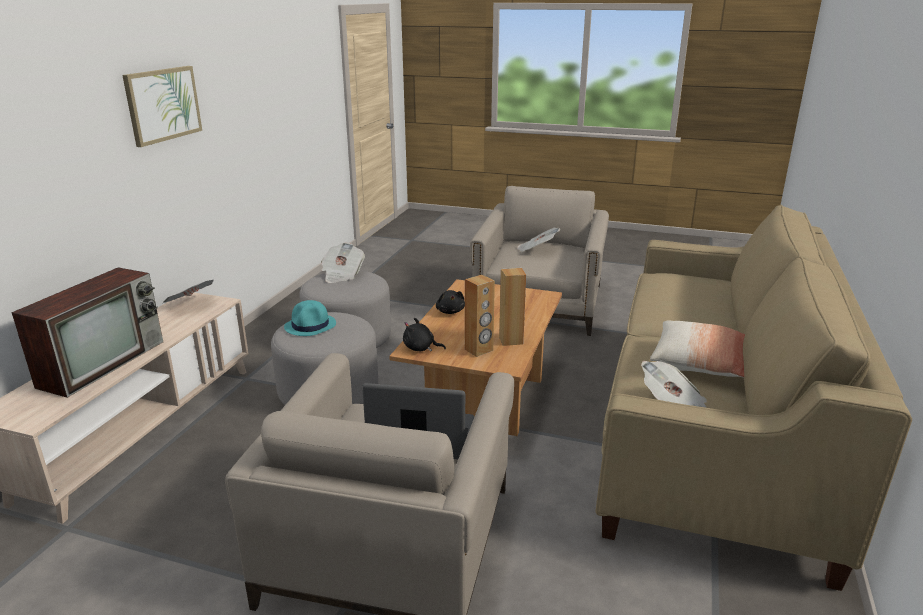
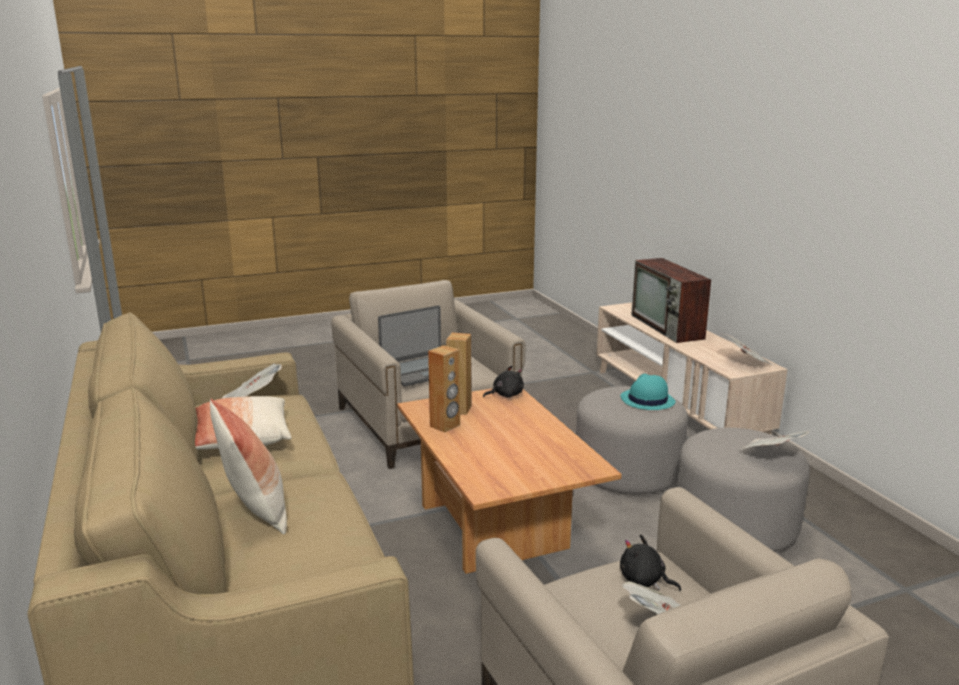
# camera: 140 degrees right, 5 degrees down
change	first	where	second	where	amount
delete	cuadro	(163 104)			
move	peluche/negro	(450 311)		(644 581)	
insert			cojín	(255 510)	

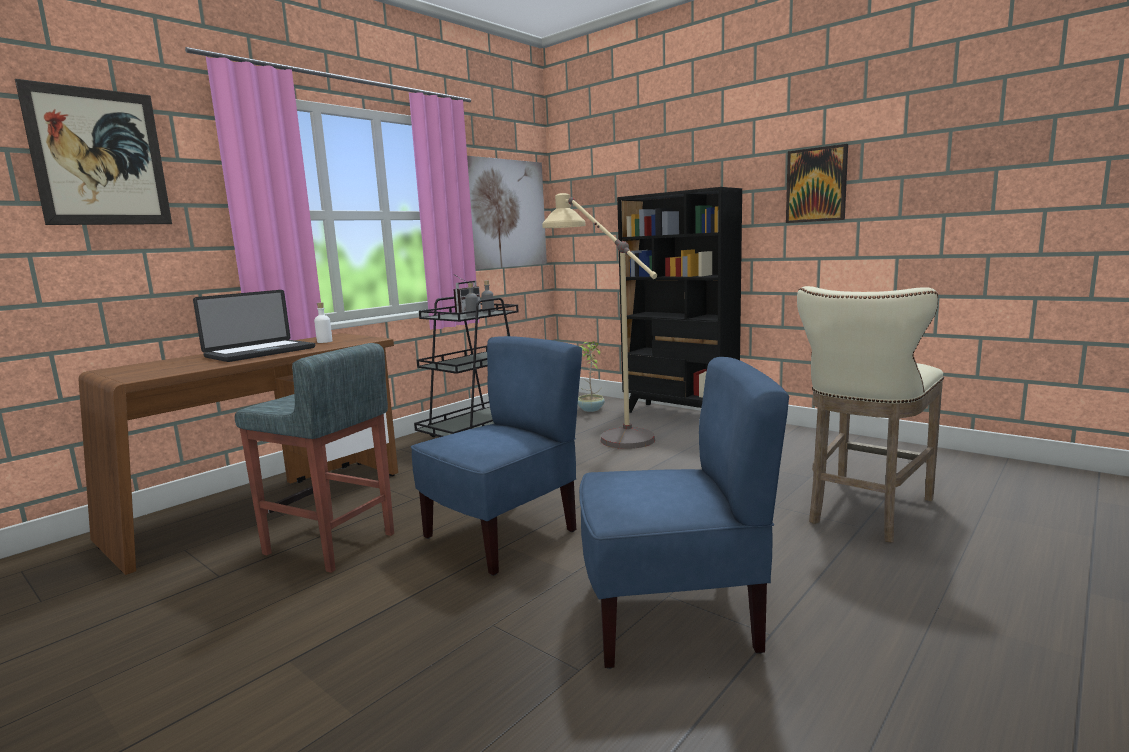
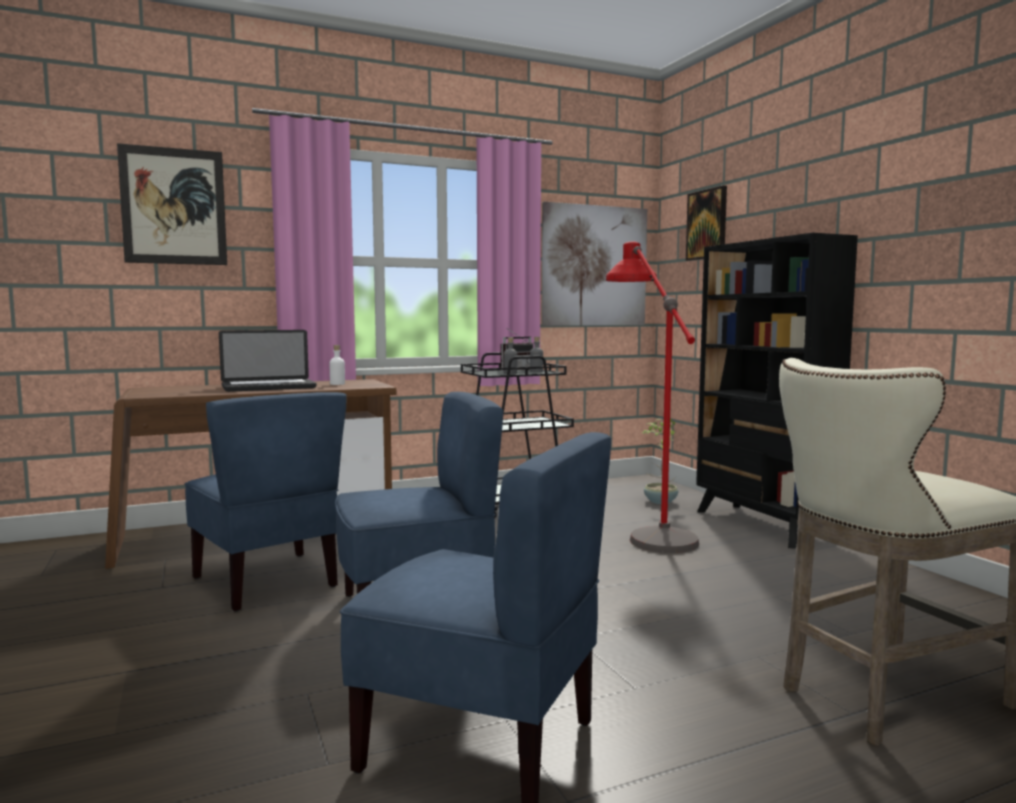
# camera: 25 degrees right, 5 degrees down
change	first	where	second	where	amount
replace	taburete/gris	(331 544)	silla/azul	(267 582)	
recolor	lámpara de pie/beis	(604 431)	lámpara de pie/rojo	(647 527)	
move	cuadro	(816 185)		(707 224)	

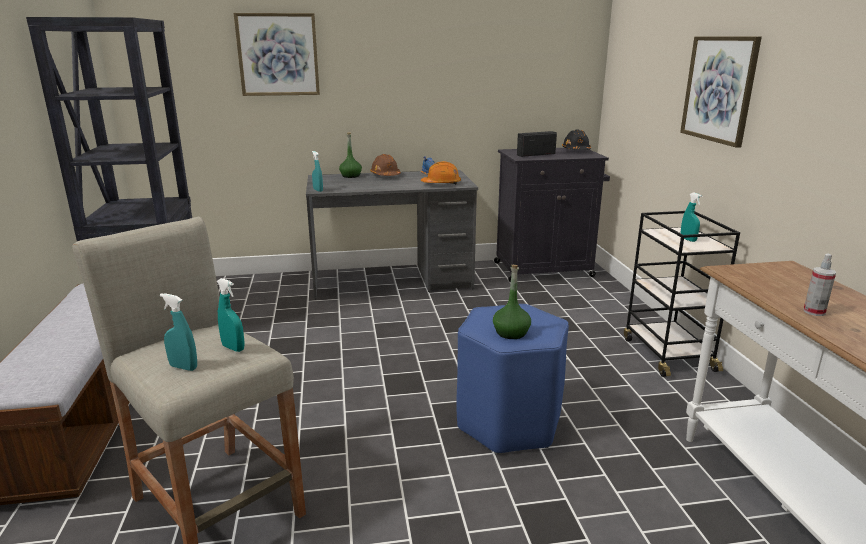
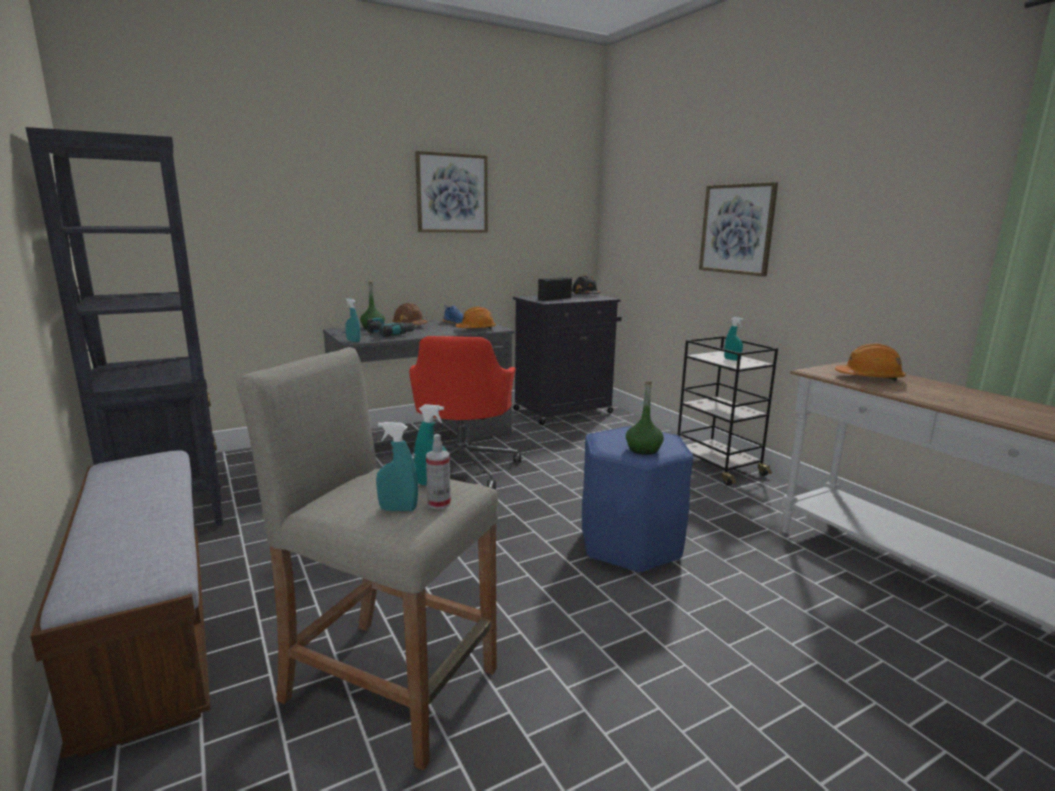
# camera: 20 degrees left, 5 degrees down
change	first	where	second	where	amount
move	cuadro	(278 55)		(452 193)	
move	pulverizador	(814 312)		(439 504)	
insert			taladro	(390 334)	
insert			silla de oficina/rojo	(463 469)	
insert			casco/naranja	(869 378)	

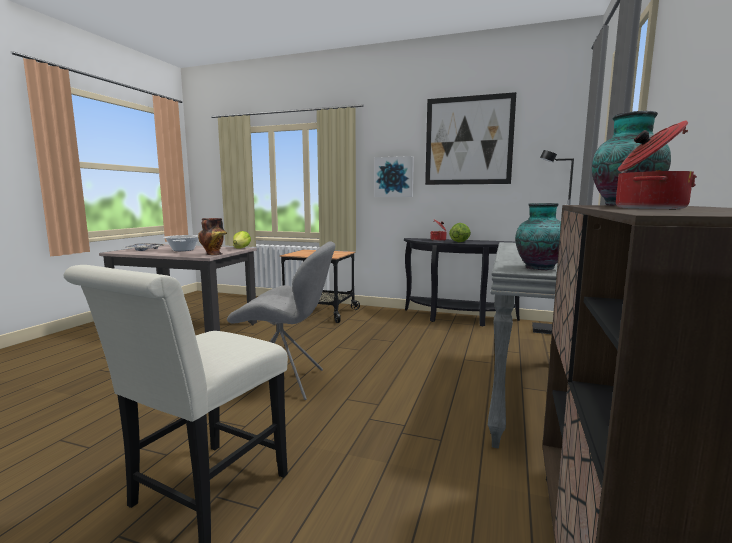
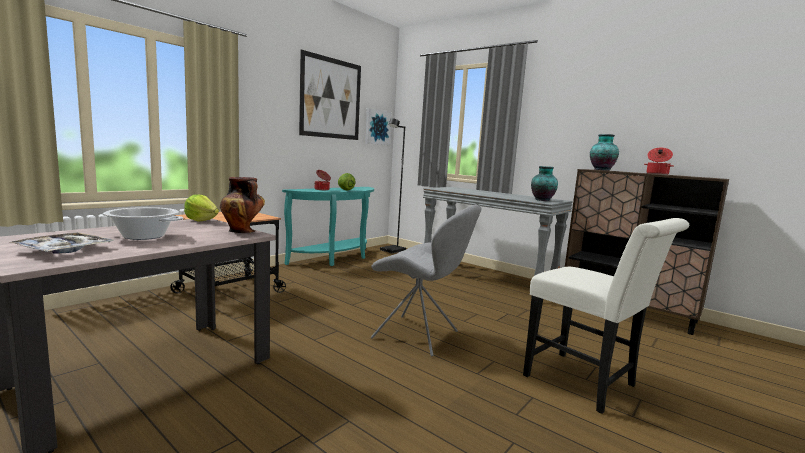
# camera: 70 degrees left, 0 degrees up
change	first	where	second	where	amount
rotate	silla/gris	(285 382)		(418 336)	90 degrees clockwise
move	cuadro	(394 177)		(377 127)	
recolor	mesa consola/negro	(458 318)	mesa consola/turquesa	(337 258)	

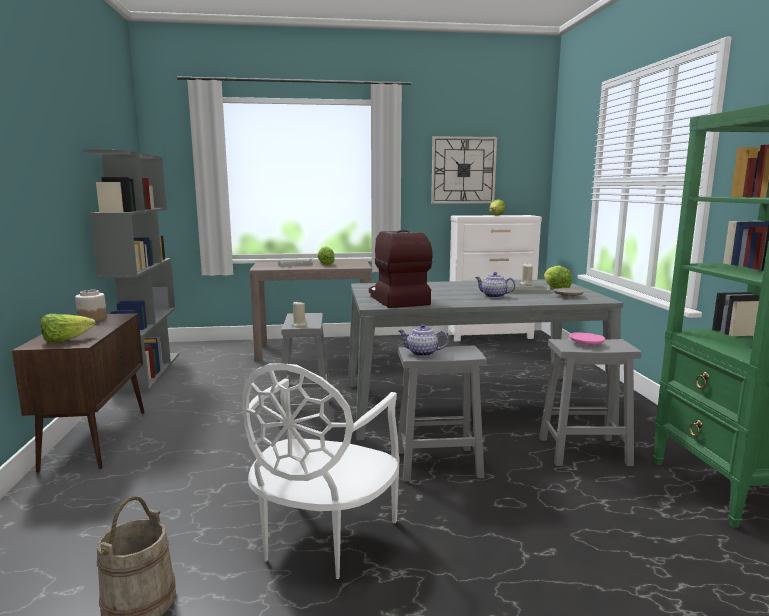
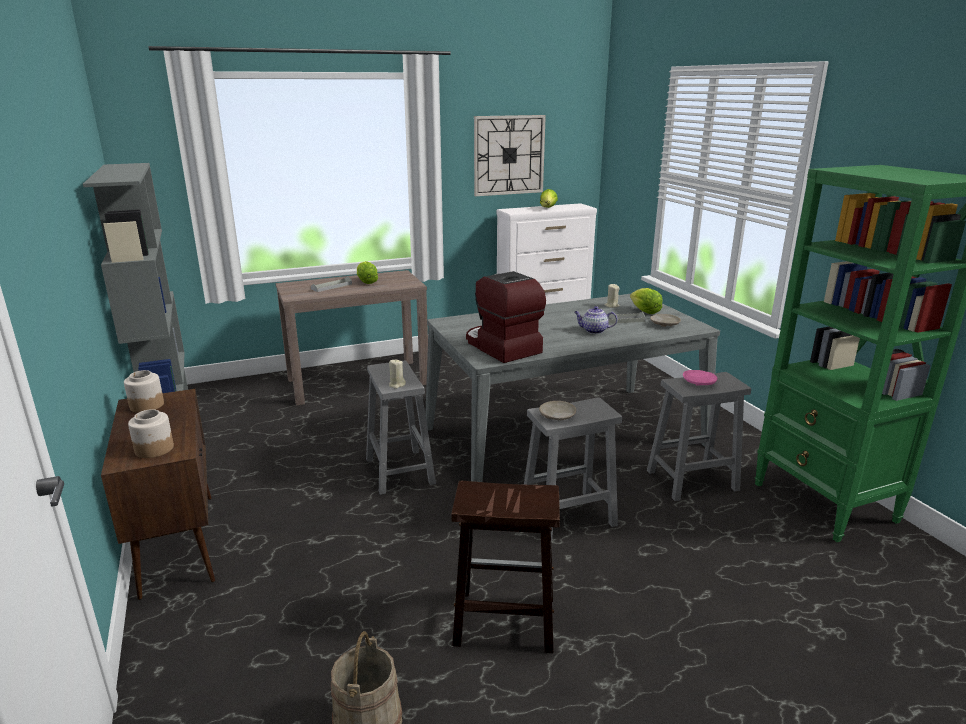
# camera: 15 degrees left, 10 degrees up
change	first	where	second	where	amount
replace	lechuga	(66 340)	tarro	(154 449)	
replace	silla/blanco	(322 538)	taburete/marrón	(502 620)	
replace	tetera	(421 353)	plato/beis	(557 416)	

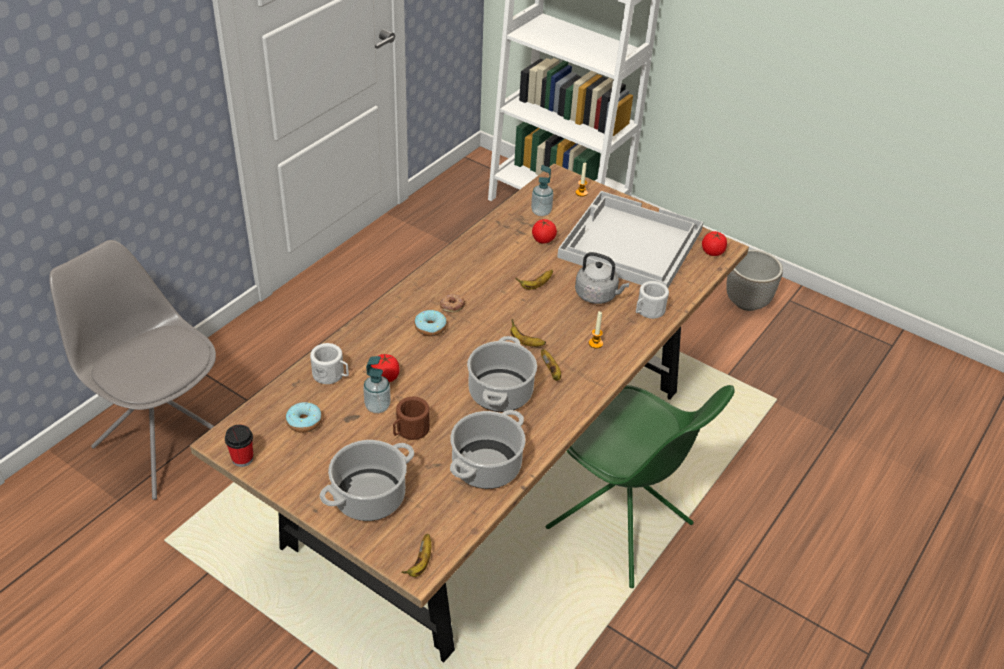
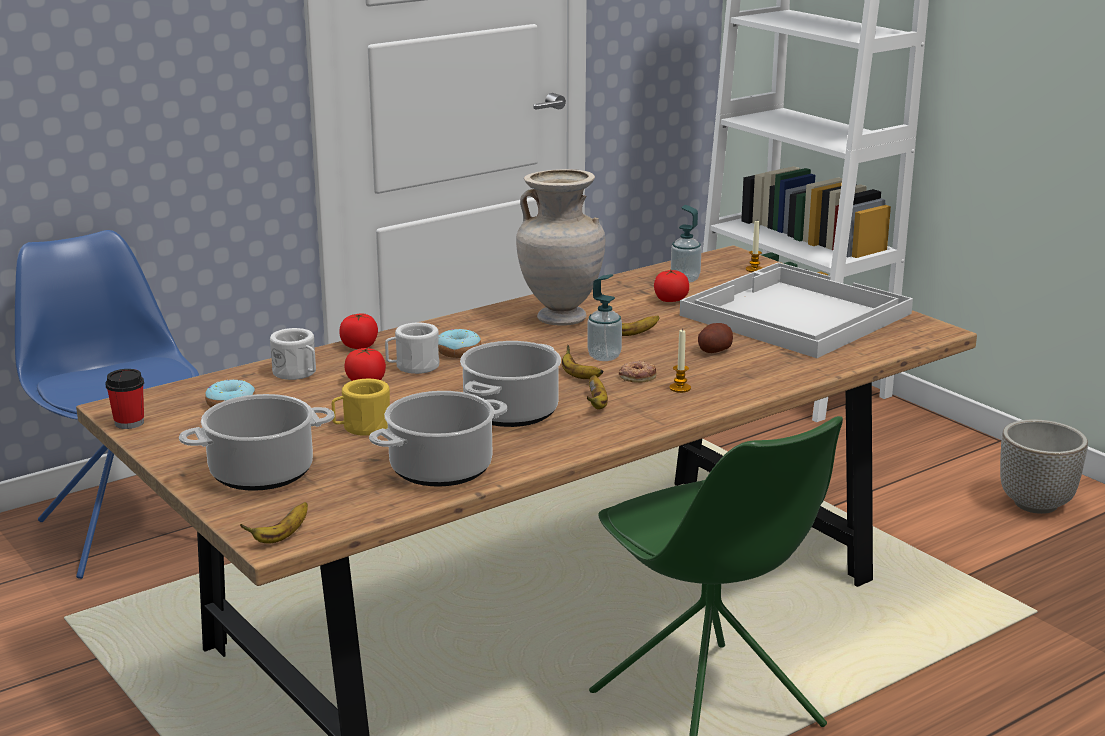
# camera: 20 degrees right, 20 degrees down
change	first	where	second	where	amount
recolor	silla/gris	(163 443)	silla/azul	(126 530)	
move	dispensador de jabón	(377 406)		(604 356)	
recolor	taza grande/marrón	(410 430)	taza grande/amarillo	(361 427)	
move	rosquilla	(452 305)		(637 376)	
replace	hervidor/gris	(598 295)	patata	(714 350)	
move	taza grande/blanco	(648 311)		(412 367)	
move	tomate	(712 252)		(359 346)	
insert			florero/beis	(561 319)	

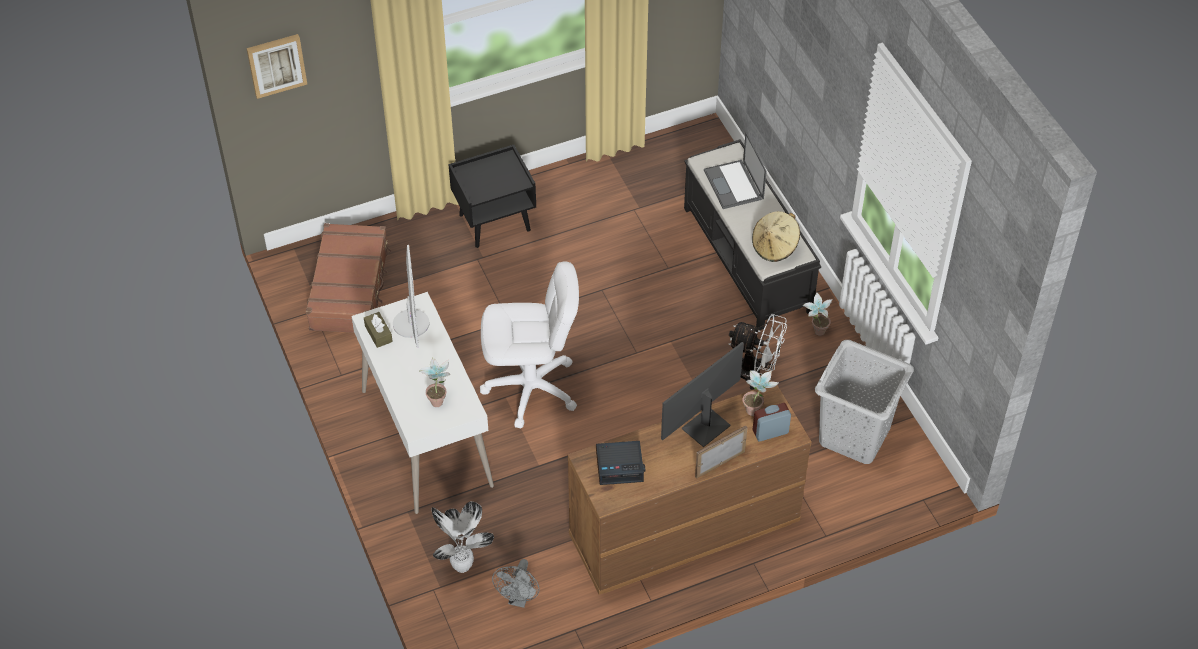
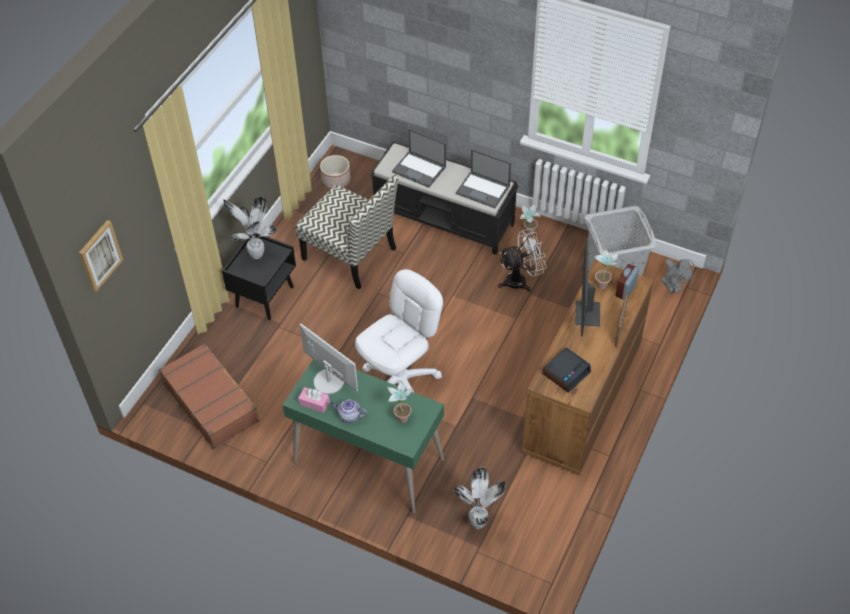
# camera: 40 degrees left, 0 degrees up
change	first	where	second	where	amount
recolor	escritorio/blanco	(426 438)	escritorio/verde	(368 461)	
recolor	caja de pañuelos/marrón	(378 334)	caja de pañuelos/rosa	(314 403)	
move	ventilador/gris	(519 599)		(673 288)	
replace	sombrero/beis	(775 247)	portátil	(483 190)	
insert			planta en maceta	(255 254)	
insert			silla	(351 254)	
insert			maceta	(336 181)	
insert			tetera	(349 416)	

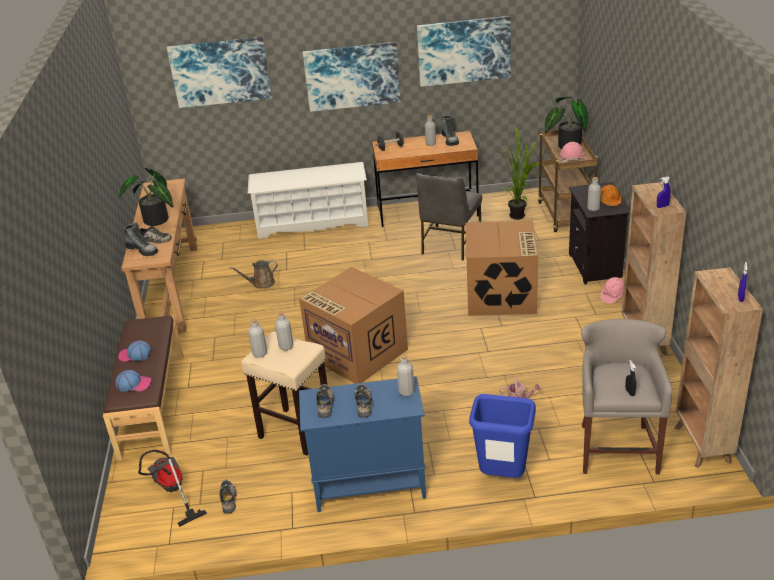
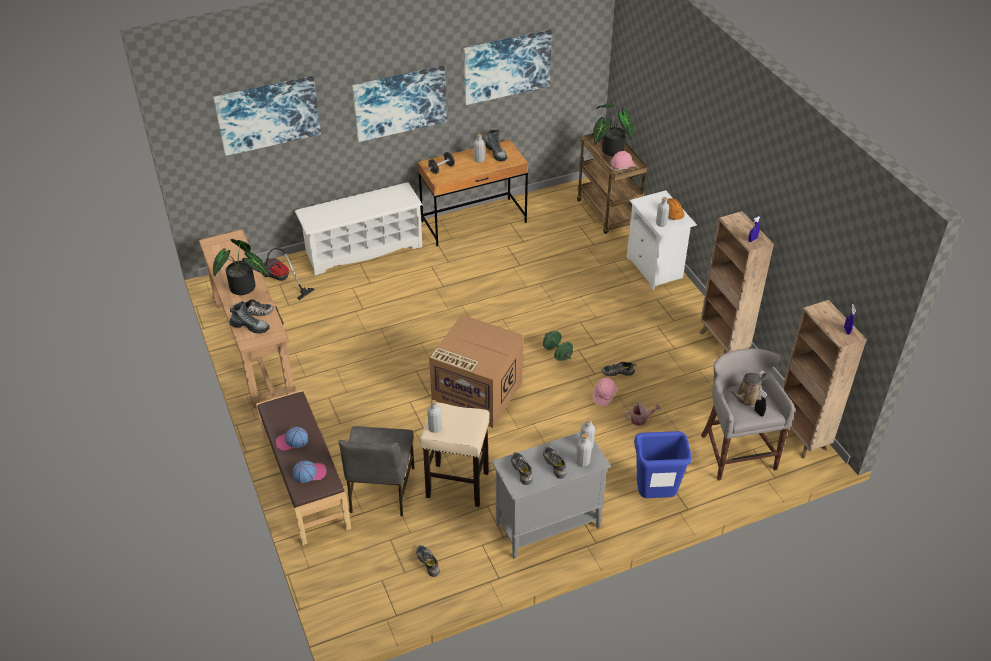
# camera: 20 degrees left, 10 degrees up
change	first	where	second	where	amount
move	aspiradora	(171 491)		(281 280)	
move	regadera/marrón	(261 284)		(746 398)	
move	botella/gris	(286 346)		(582 462)	
recolor	armario/azul	(368 486)	armario/gris	(547 526)	
move	silla/gris	(450 244)		(380 490)	
delete	caja de cartón	(502 296)			
delete	planta en maceta	(518 214)			
recolor	mesita de noche/negro	(596 266)	mesita de noche/blanco	(656 268)	
move	casco/rosa	(613 296)		(604 395)	
insert			mancuerna/verde	(557 353)	
insert			zapato	(618 371)	

